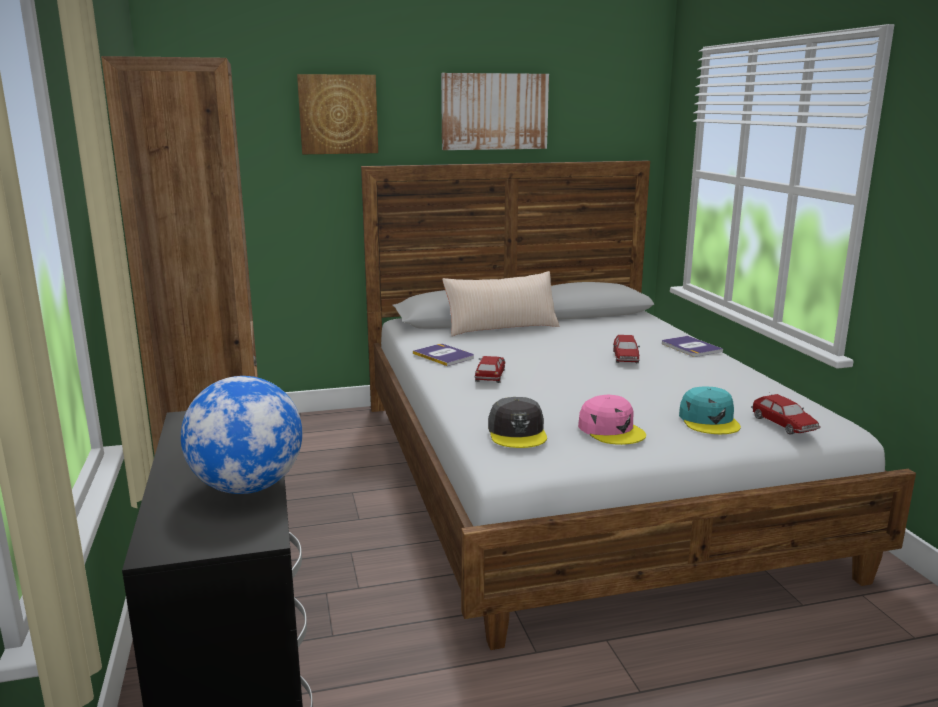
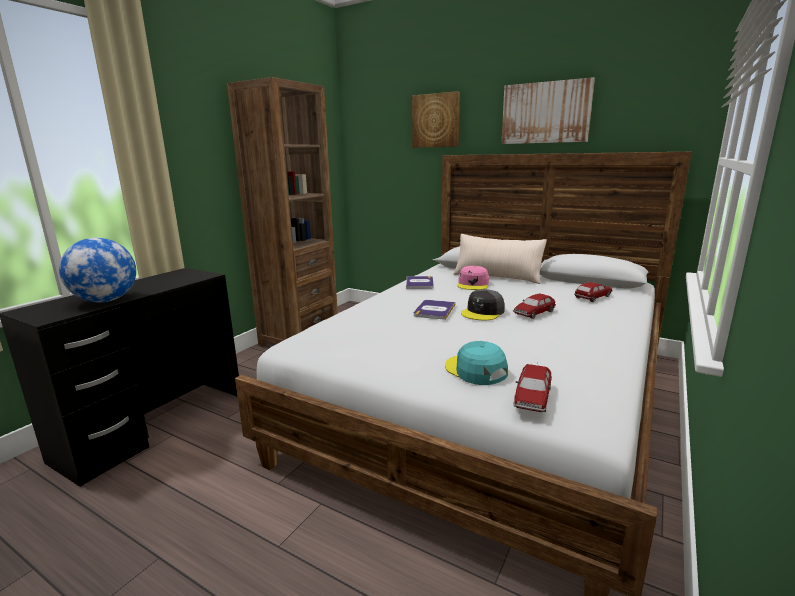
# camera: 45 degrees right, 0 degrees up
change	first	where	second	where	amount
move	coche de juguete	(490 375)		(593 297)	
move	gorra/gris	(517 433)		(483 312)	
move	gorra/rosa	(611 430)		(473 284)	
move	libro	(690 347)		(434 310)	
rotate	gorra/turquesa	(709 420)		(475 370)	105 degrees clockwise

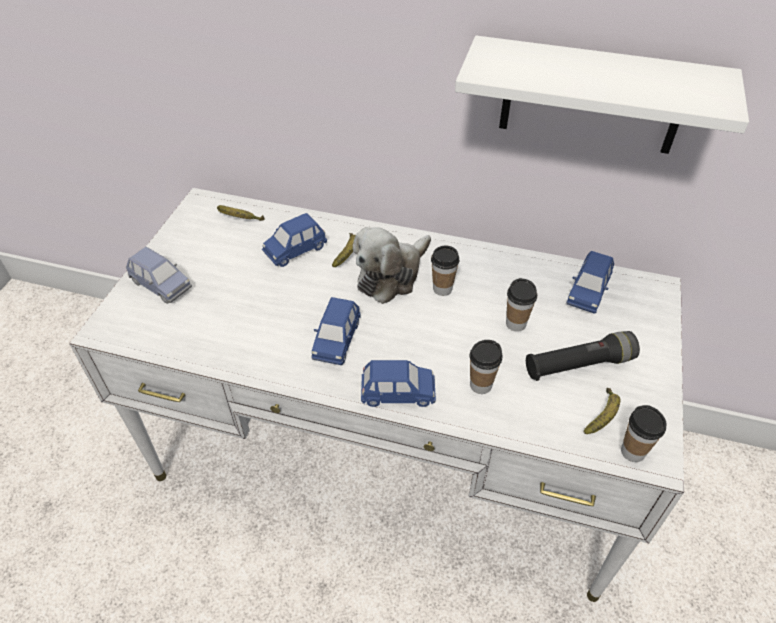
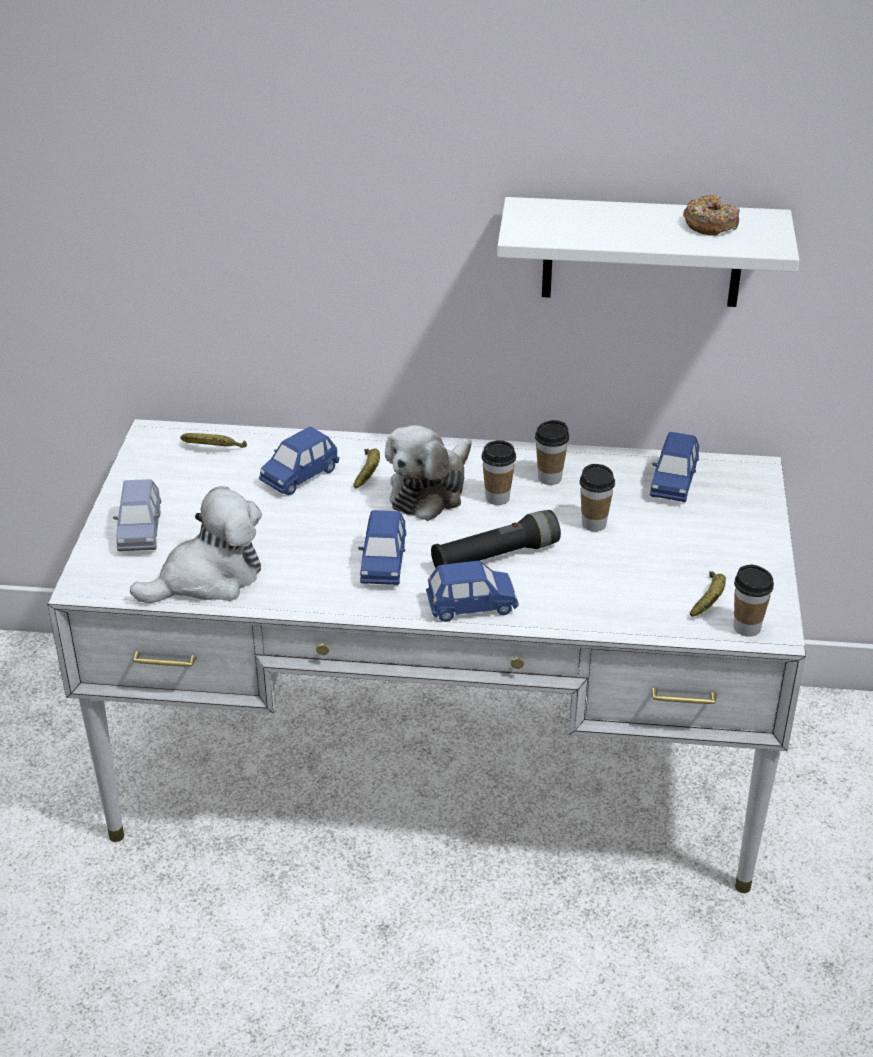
# camera: 10 degrees left, 10 degrees down
change	first	where	second	where	amount
rotate	coche de juguete/azul	(161 286)		(140 532)	60 degrees clockwise
move	taza	(480 385)		(549 478)	
move	linterna/negro	(578 365)		(495 556)	
insert			peluche	(208 578)	
insert			rosquilla	(710 224)	

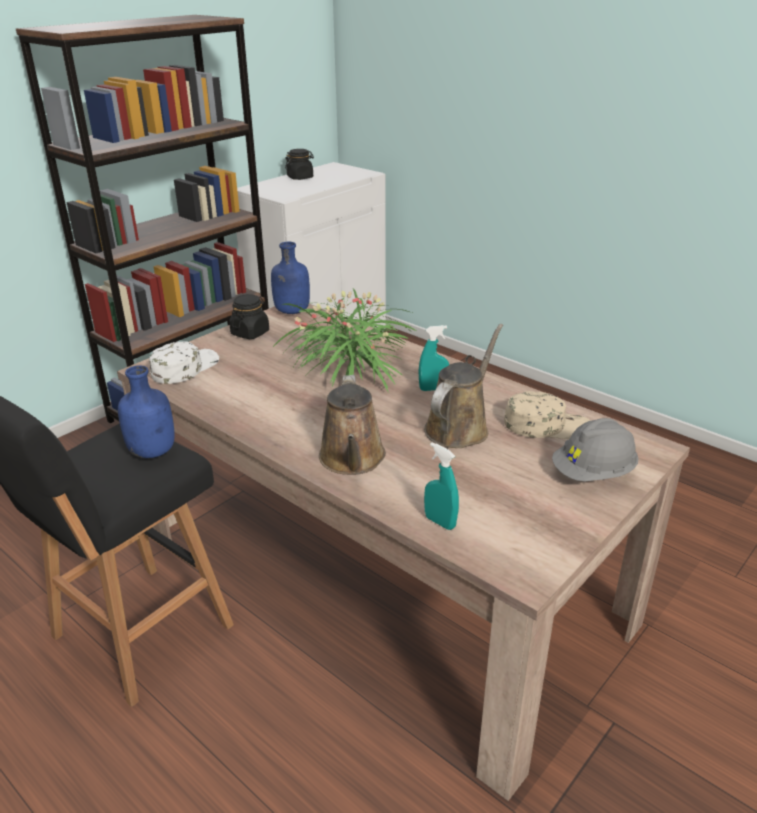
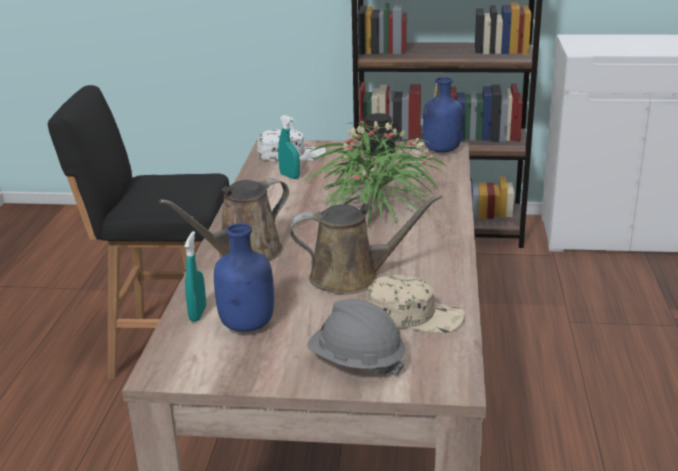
# camera: 55 degrees right, 5 degrees down
change	first	where	second	where	amount
move	botella/azul	(153 451)		(248 325)	
delete	tarro/negro	(300 177)			
move	pulverizador/turquesa	(433 389)		(289 176)	
rotate	gorra/beis	(546 425)		(414 315)	45 degrees counterclockwise

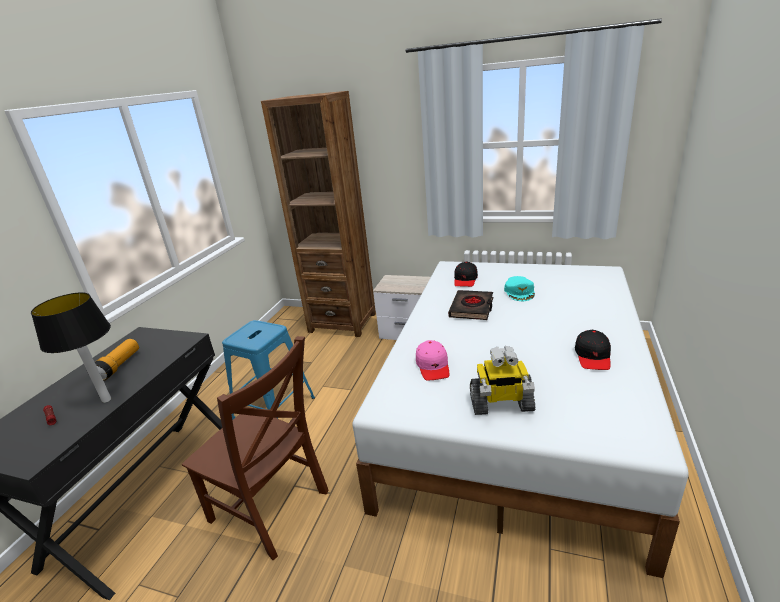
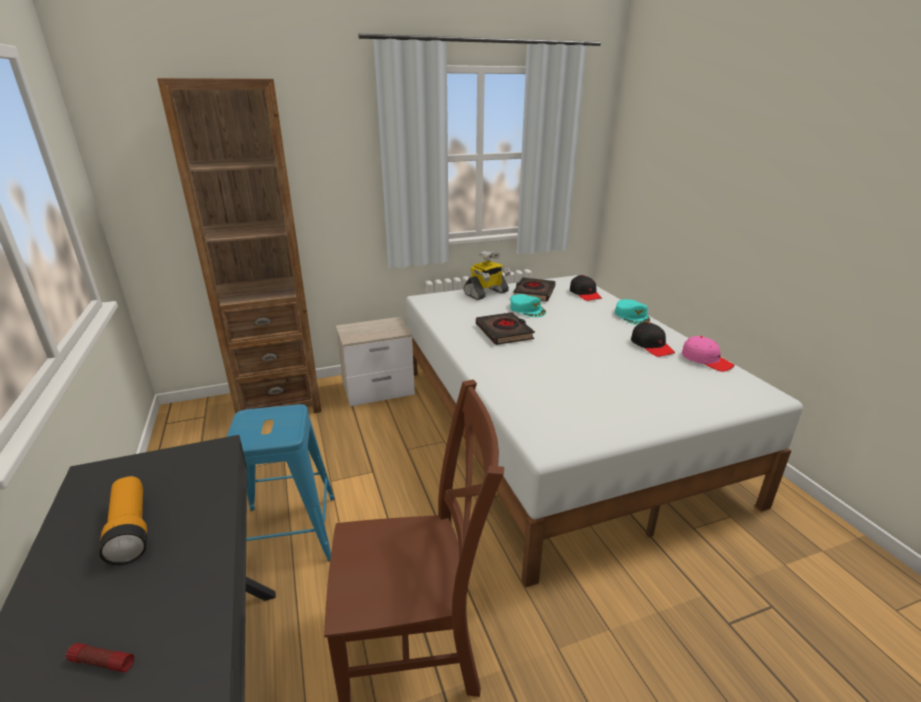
# camera: 40 degrees left, 0 degrees up
change	first	where	second	where	amount
delete	lámpara de mesa	(106 400)			
move	gorra/rosa	(433 366)		(706 360)	
move	gorra/negro	(465 280)		(585 294)	
move	robot de juguete	(501 404)		(486 293)	
insert			libro/negro	(533 293)	
insert			gorra/turquesa	(632 316)	

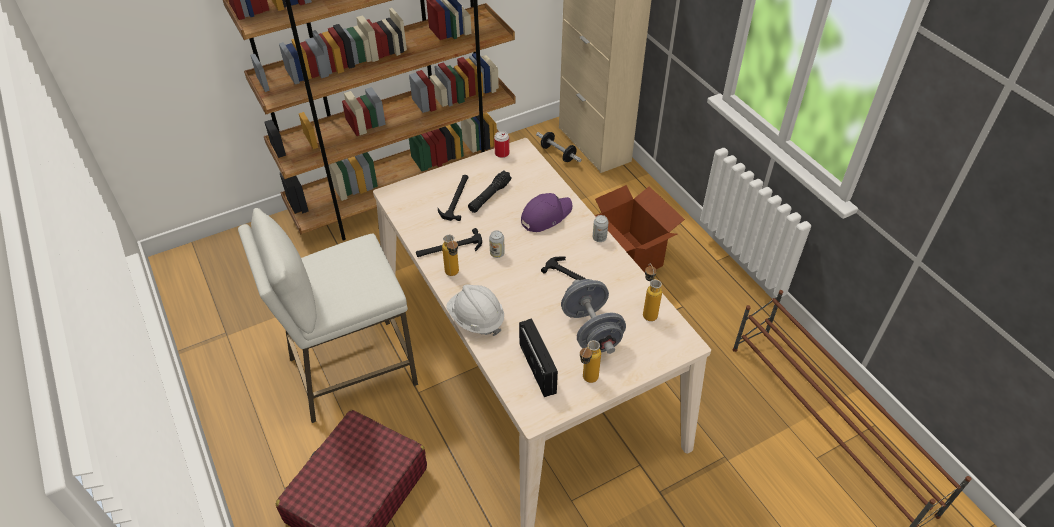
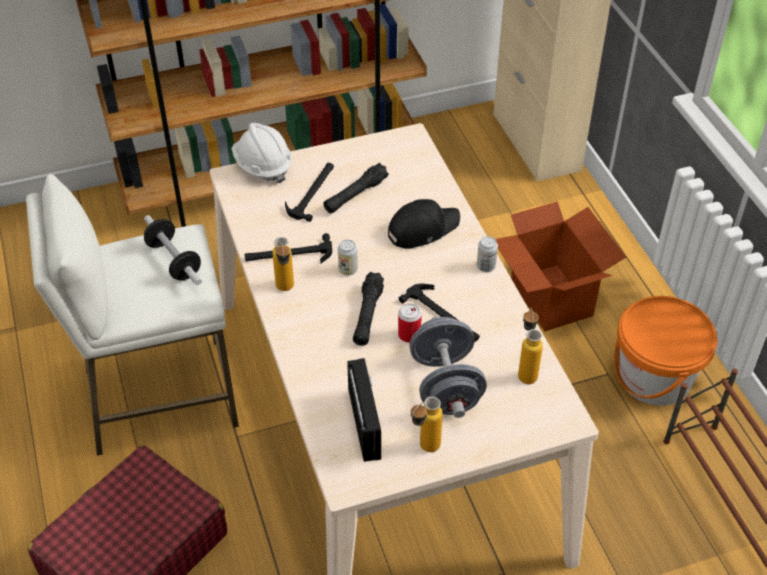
# camera: 10 degrees right, 0 degrees up
change	first	where	second	where	amount
move	casco/blanco	(476 319)		(263 166)	
move	lata	(502 153)		(409 335)	
recolor	gorra/morado	(545 216)	gorra/negro	(422 229)	
move	mancuerna	(558 154)		(174 261)	
insert			linterna/negro	(367 315)	
insert			cubo/naranja	(654 377)	

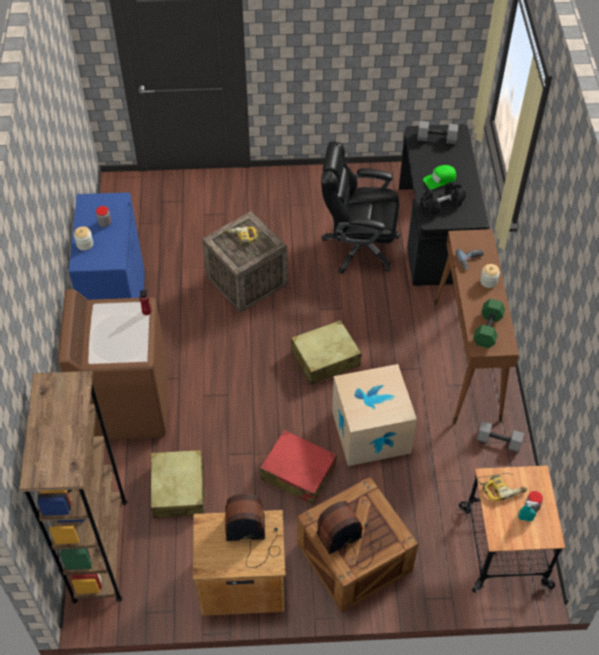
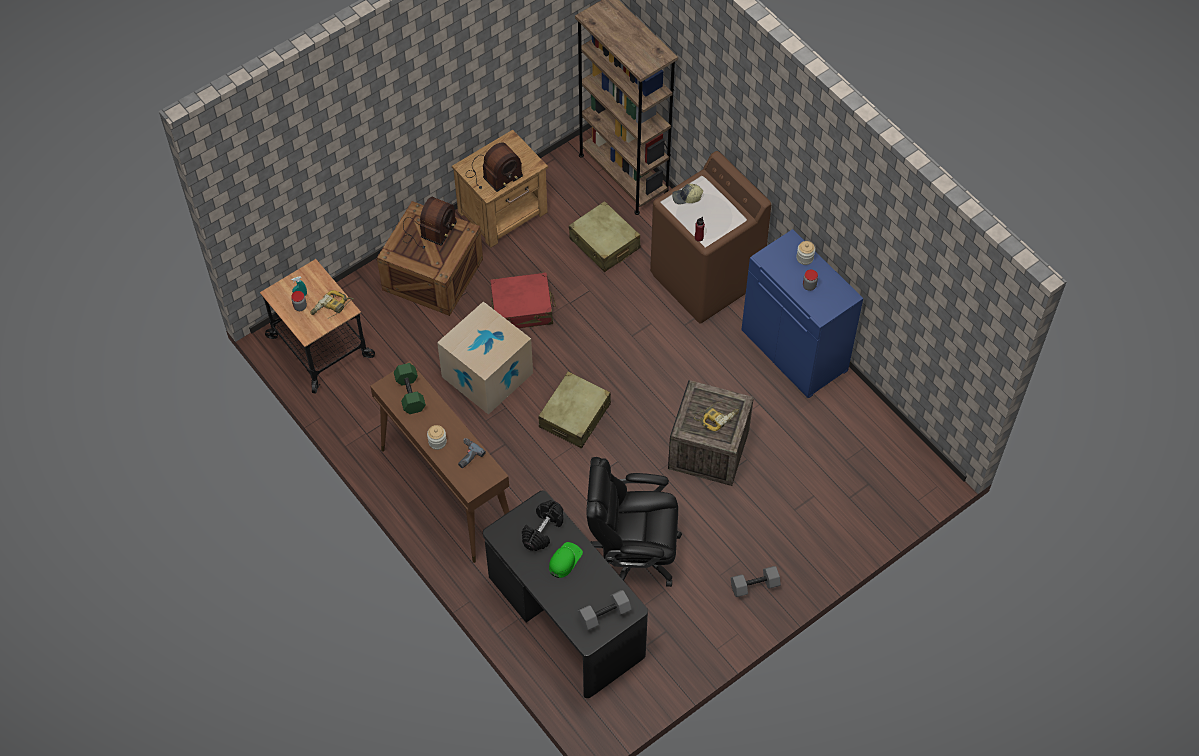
# camera: 145 degrees right, 5 degrees up
change	first	where	second	where	amount
rotate	silla de oficina/negro	(358 246)		(633 553)	150 degrees counterclockwise
move	mancuerna/gris	(499 441)		(754 586)	
insert			gorra	(686 197)	

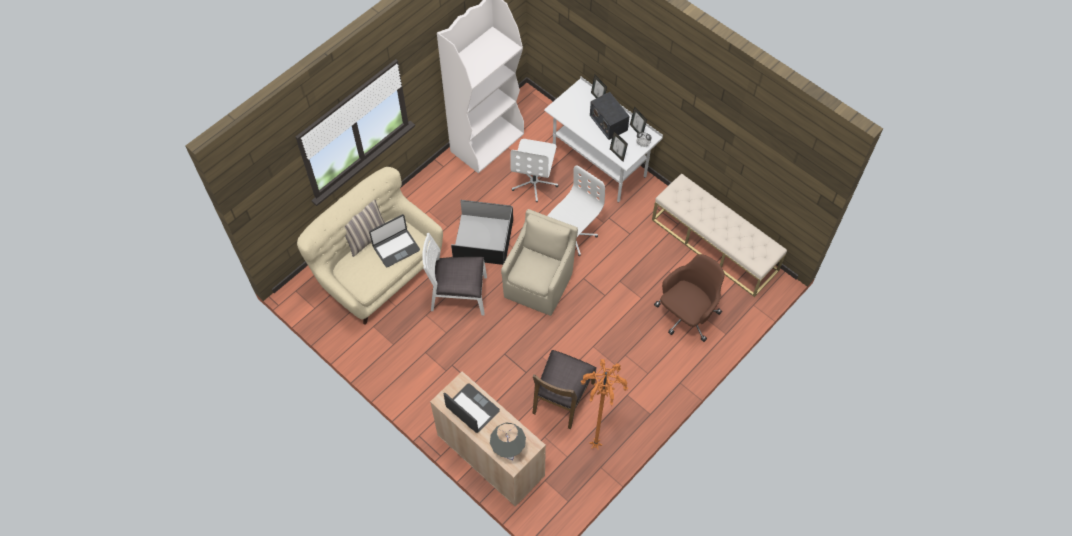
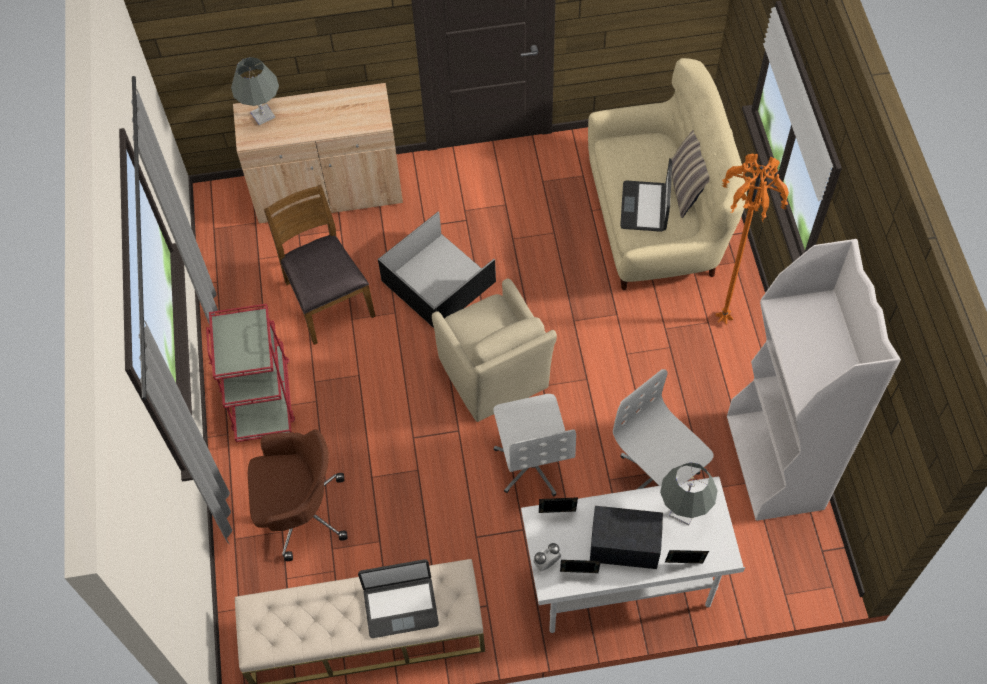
# camera: 130 degrees right, 0 degrees up
change	first	where	second	where	amount
delete	silla/blanco	(458 294)			
move	portátil	(472 409)		(400 606)	
move	caja de almacenaje/negro	(483 238)		(439 282)	
move	lámpara de pie/naranja	(596 445)		(722 320)	
rotate	silla de oficina/marrón	(686 316)		(300 511)	90 degrees counterclockwise
insert			carrito/rojo	(262 397)	
insert			lámpara de mesa/gris	(683 511)	

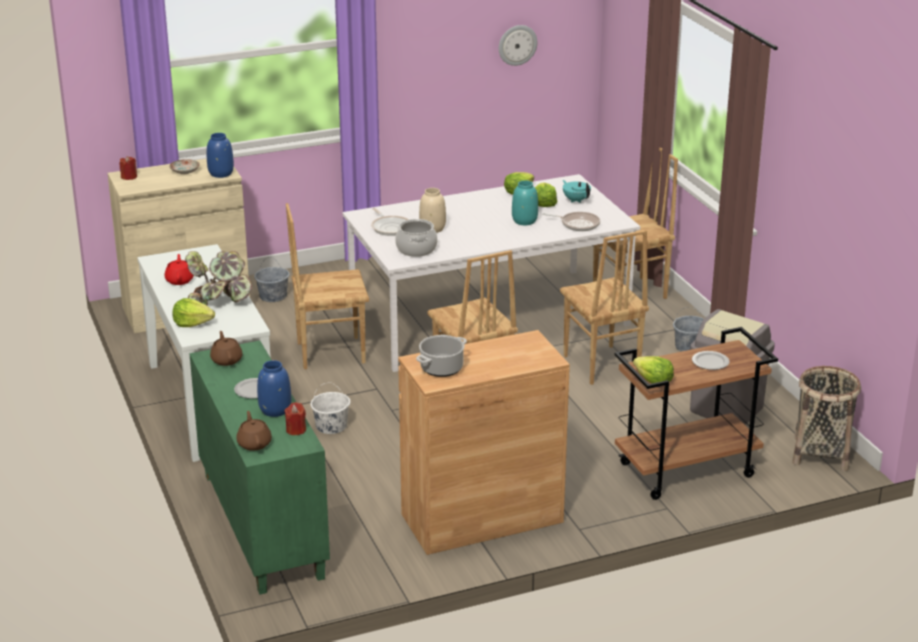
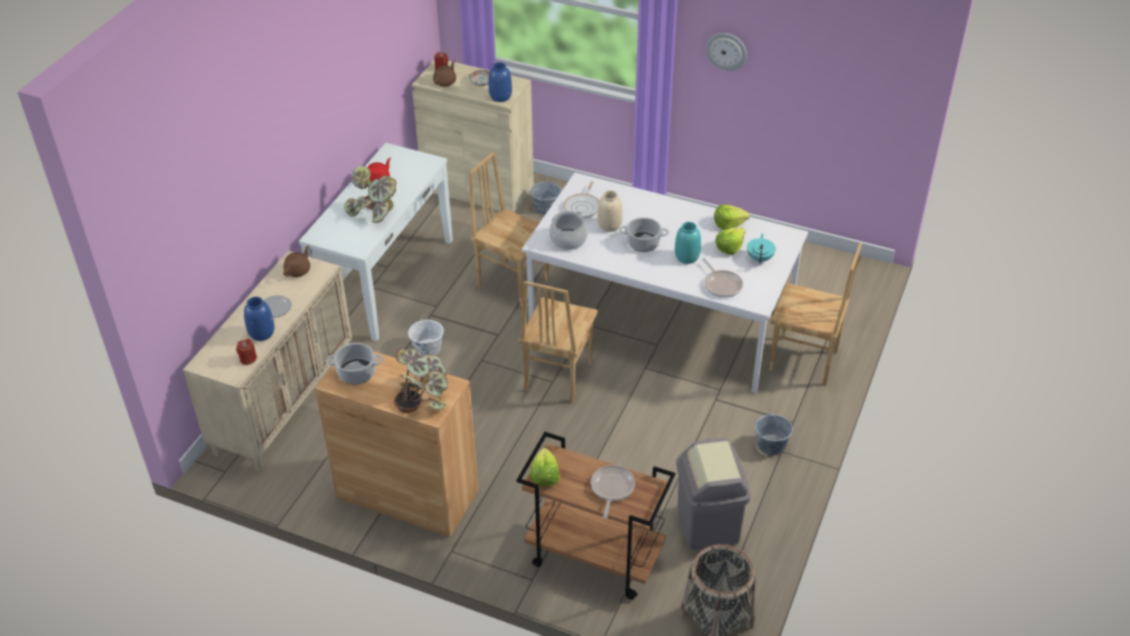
# camera: 45 degrees right, 15 degrees up
change	first	where	second	where	amount
delete	lechuga	(192 323)			
recolor	armario/verde	(260 525)	armario/beis	(283 401)	
move	tetera/marrón	(254 443)		(445 82)	
move	reloj de pared	(517 45)		(726 50)	
delete	silla/marrón	(600 365)			
replace	plato	(710 362)	sartén	(611 489)	
insert			planta en maceta	(423 394)	
insert			olla	(643 243)	

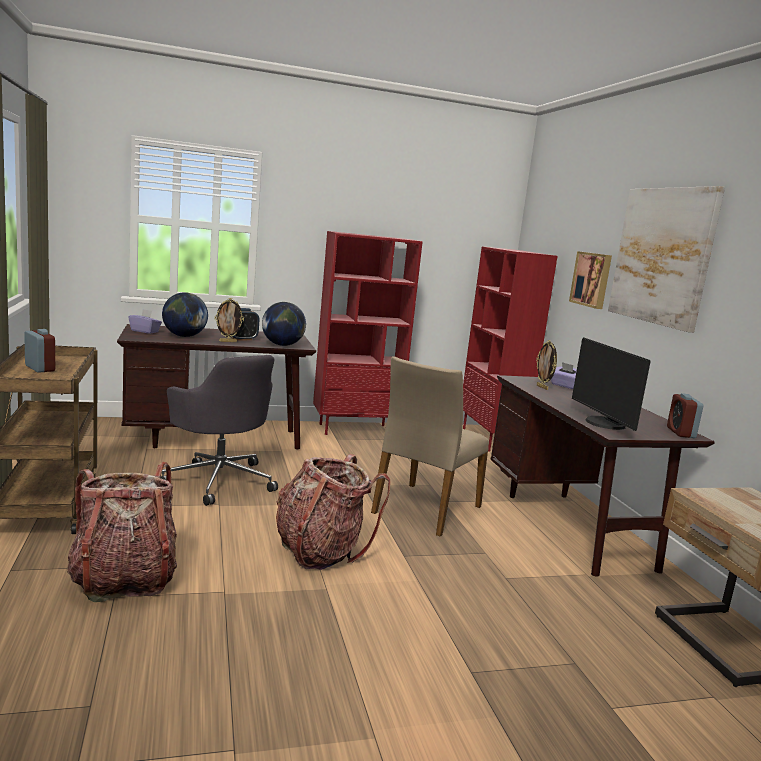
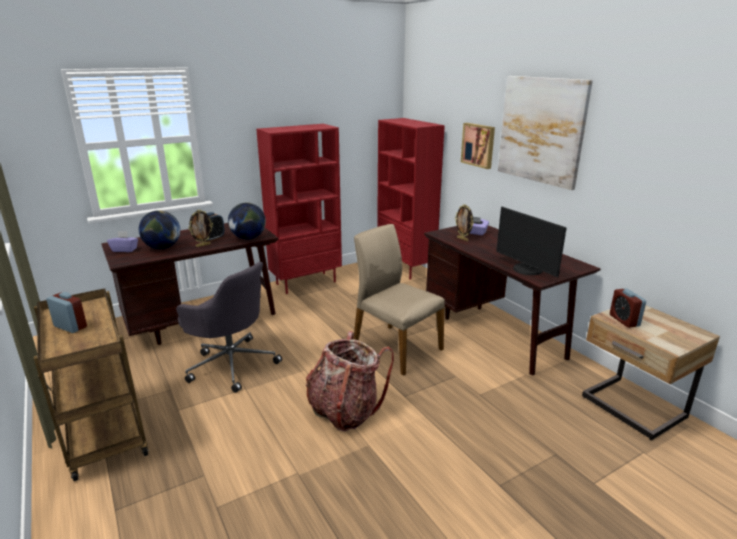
# camera: 15 degrees left, 10 degrees up
change	first	where	second	where	amount
delete	mochila	(124 579)			
rotate	silla/beis	(425 509)		(396 348)	120 degrees clockwise
move	despertador	(680 432)		(624 320)	

